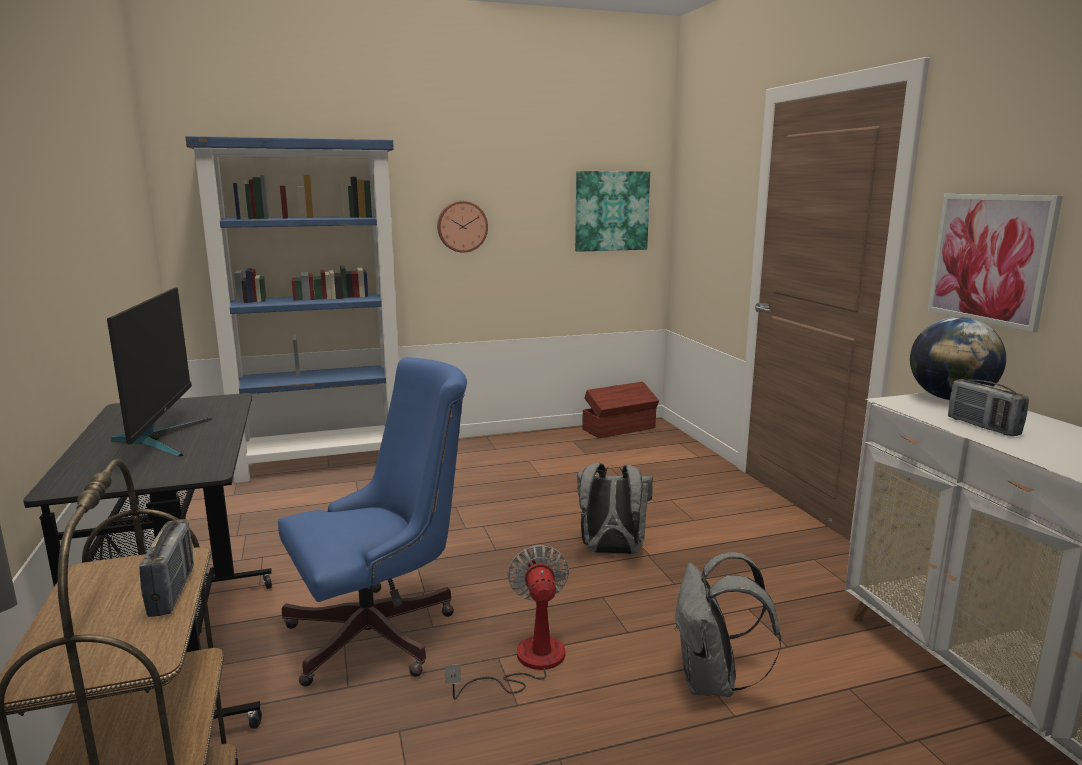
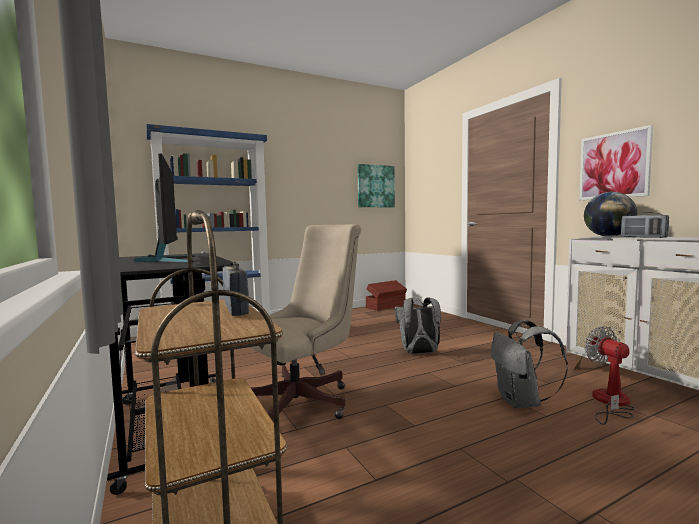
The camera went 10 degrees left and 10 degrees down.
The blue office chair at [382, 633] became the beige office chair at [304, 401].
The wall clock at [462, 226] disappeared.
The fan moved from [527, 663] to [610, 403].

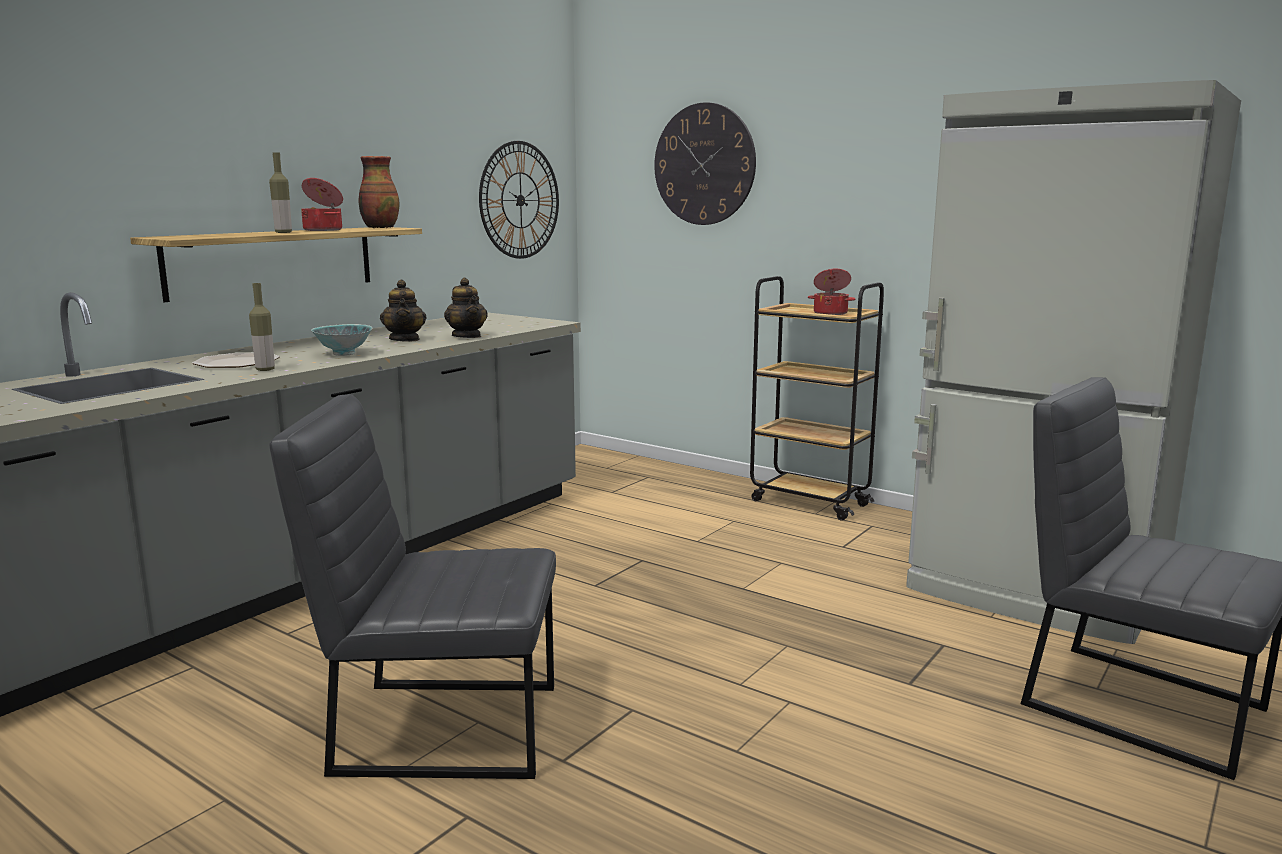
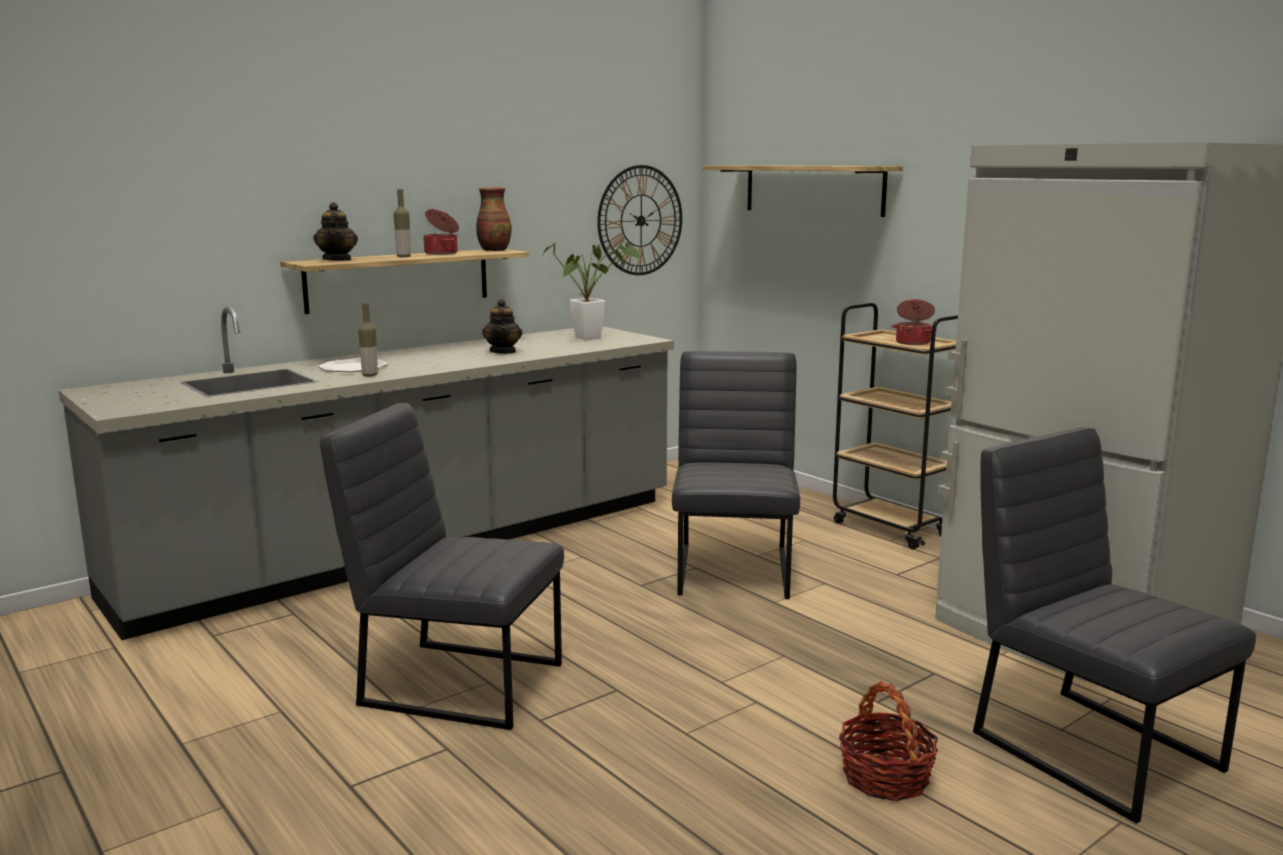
The camera went 15 degrees right and 0 degrees up.
The bowl at [343, 354] disappeared.
The teapot moved from [467, 336] to [337, 260].
The wall clock at [704, 164] was replaced by the shelf at [813, 189].
The potted plant at [593, 337] appeared.
The grey chair at [734, 569] appeared.
The basket at [885, 777] appeared.

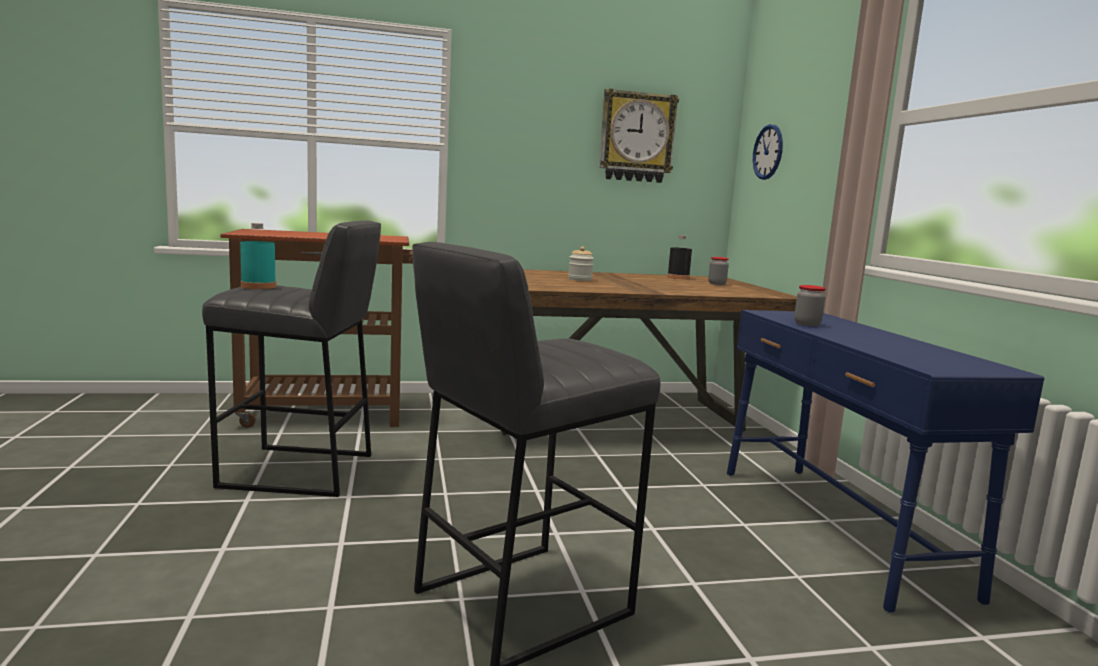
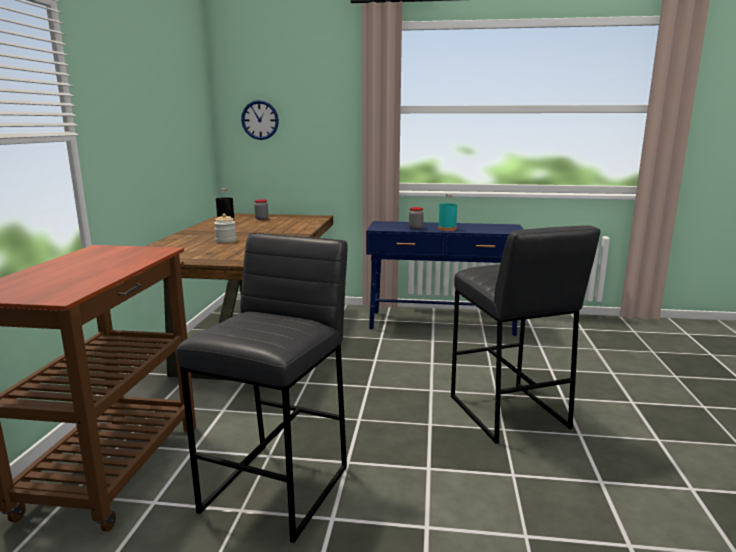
The camera went 70 degrees left and 5 degrees up.
The turquoise bottle moved from [258, 286] to [447, 229].
The wall clock at [636, 137] disappeared.

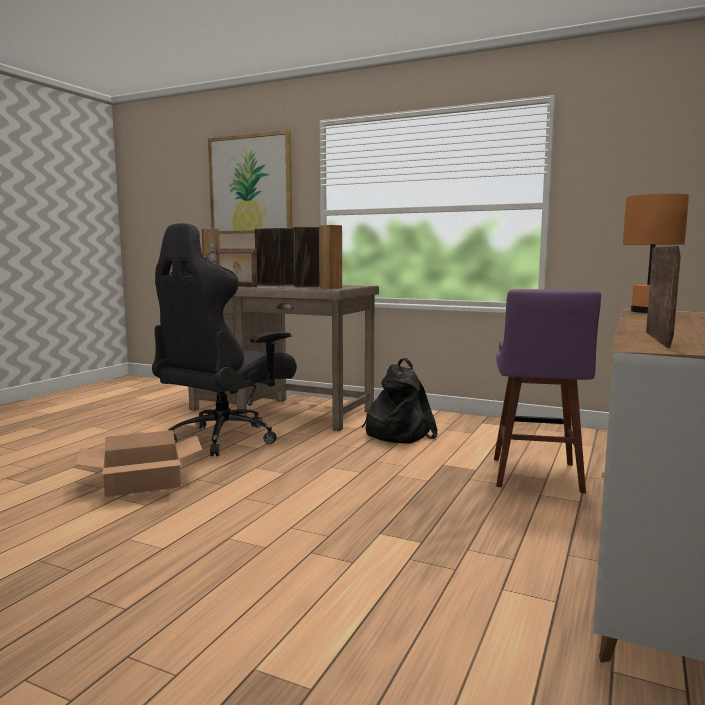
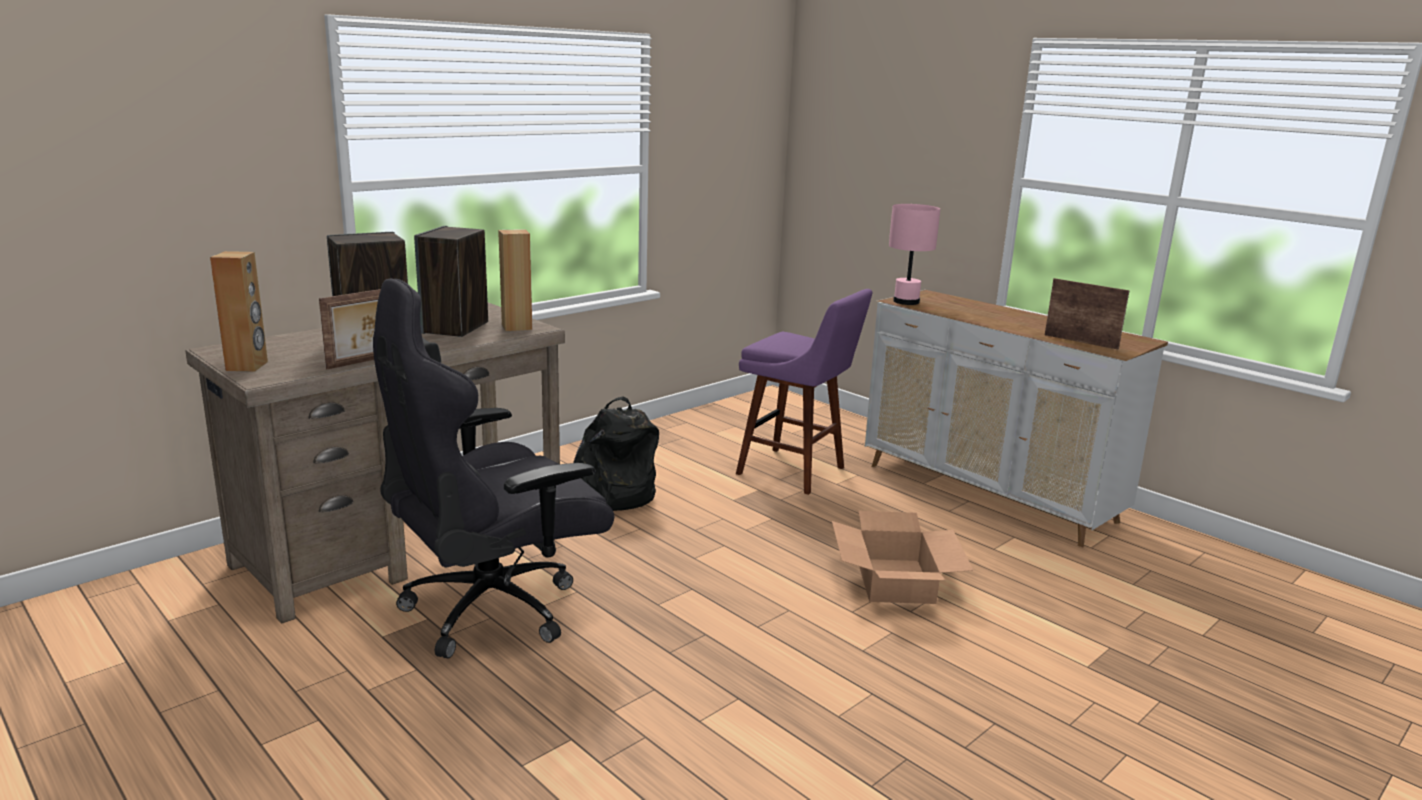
The camera went 70 degrees left and 10 degrees up.
The cardboard box moved from [143, 482] to [895, 581].
The black office chair at [228, 437] turned 90 degrees clockwise.
The picture at [250, 185] disappeared.
The orange table lamp at [647, 311] became the pink table lamp at [905, 301].

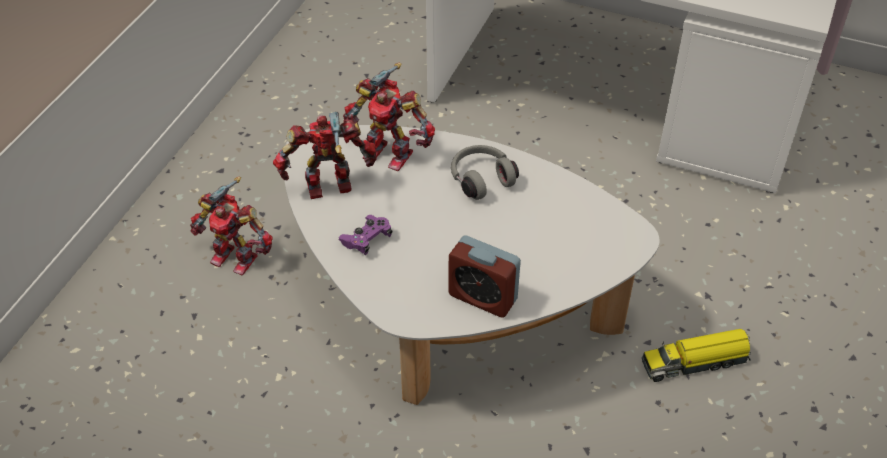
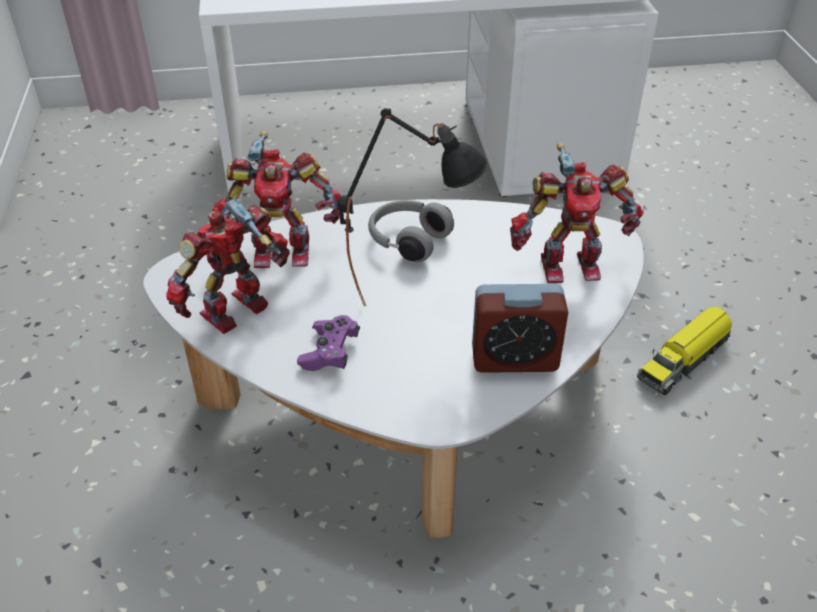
The camera went 30 degrees left and 5 degrees down.
The toy robot moved from [236, 257] to [568, 265].
The black table lamp at [411, 294] appeared.

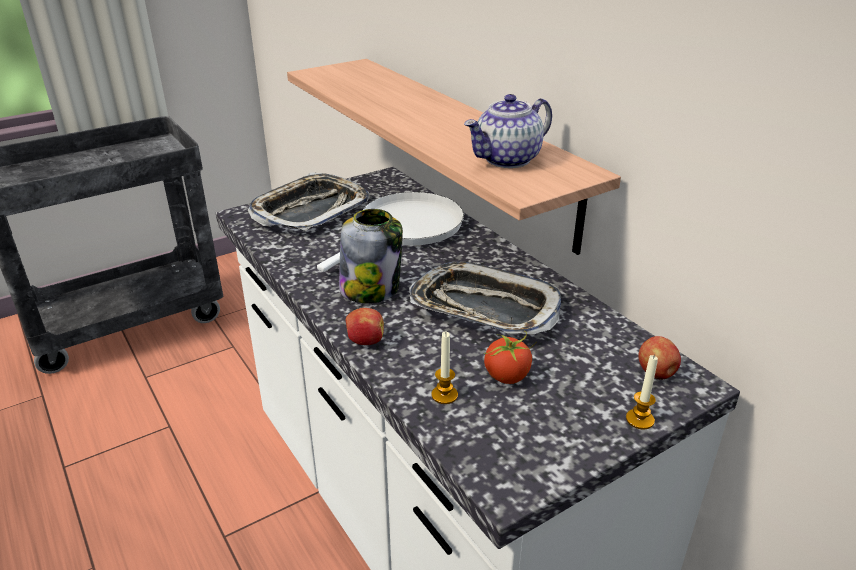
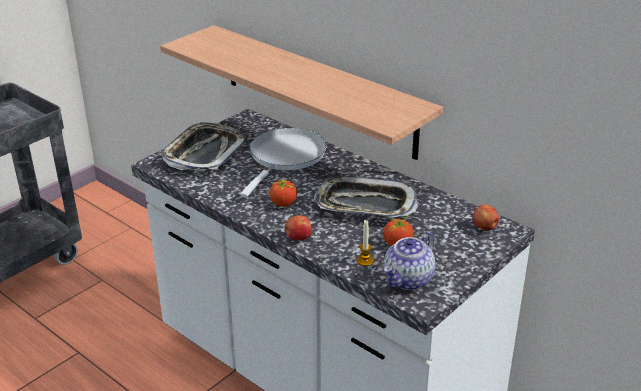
The camera went 15 degrees left and 0 degrees up.
The jar at [371, 289] was replaced by the tomato at [283, 204].
The teapot moved from [507, 160] to [408, 280].
The candle at [640, 419] disappeared.

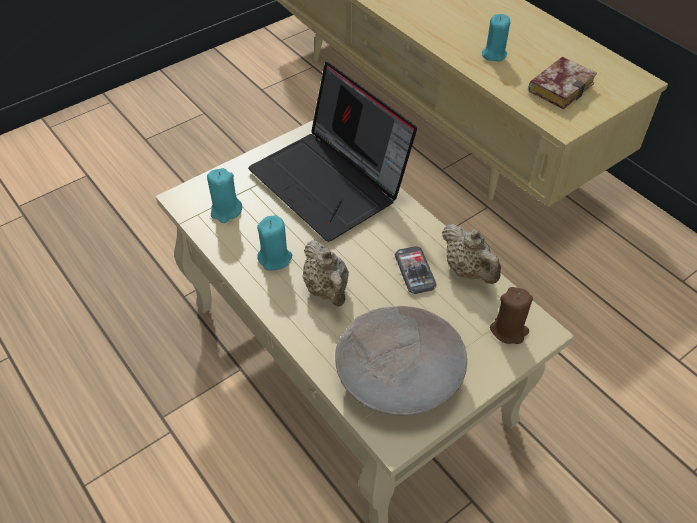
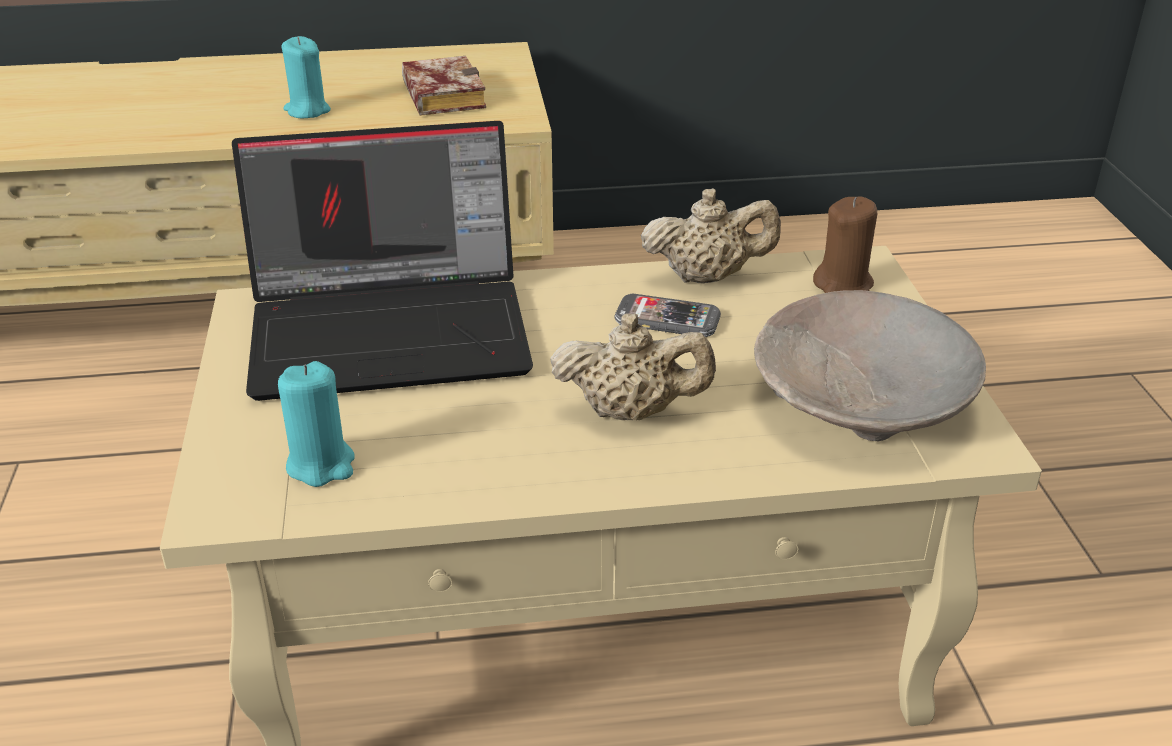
The camera went 60 degrees left and 15 degrees down.
The turquoise candle at [275, 258] disappeared.

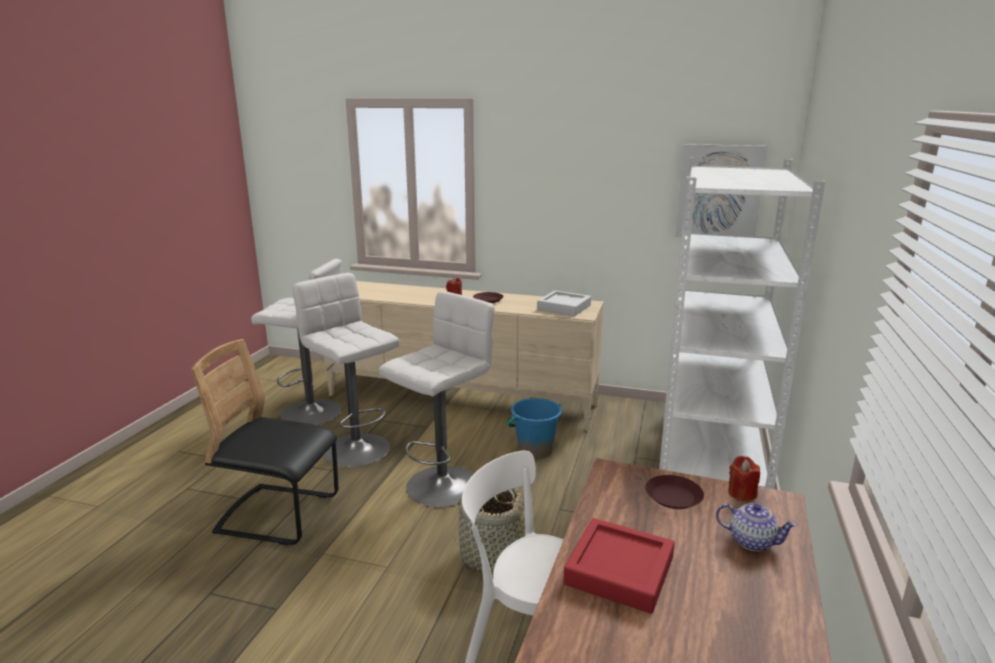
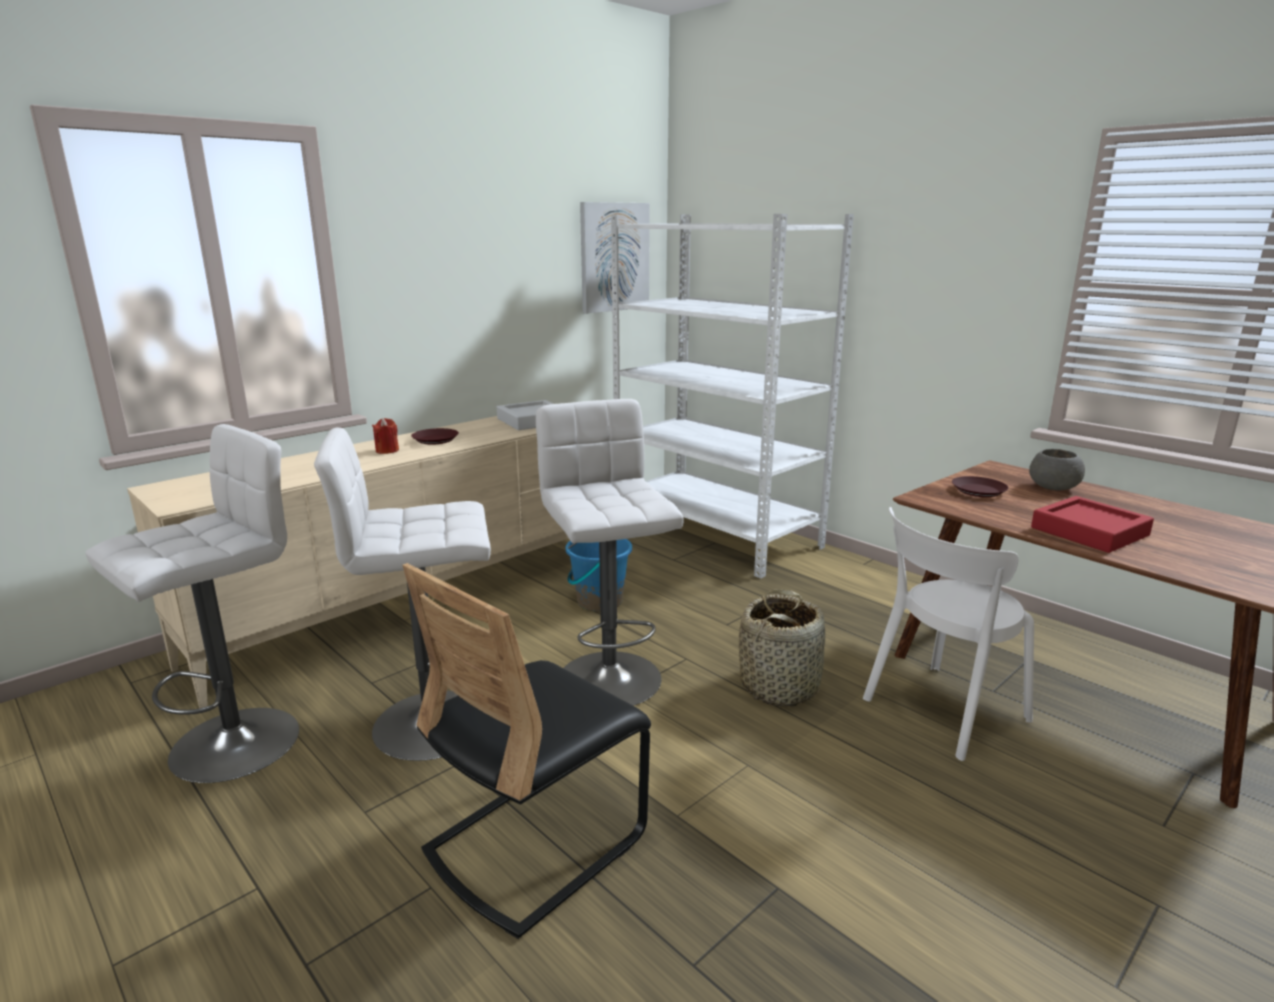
The camera went 60 degrees left and 0 degrees up.
The teapot at [751, 541] was replaced by the grey bowl at [1052, 487].
The red candle at [741, 493] disappeared.

